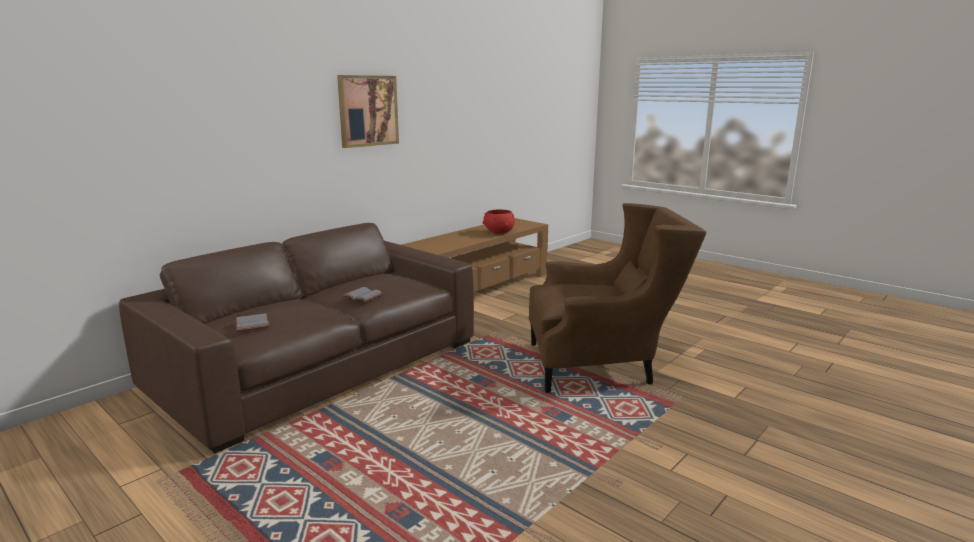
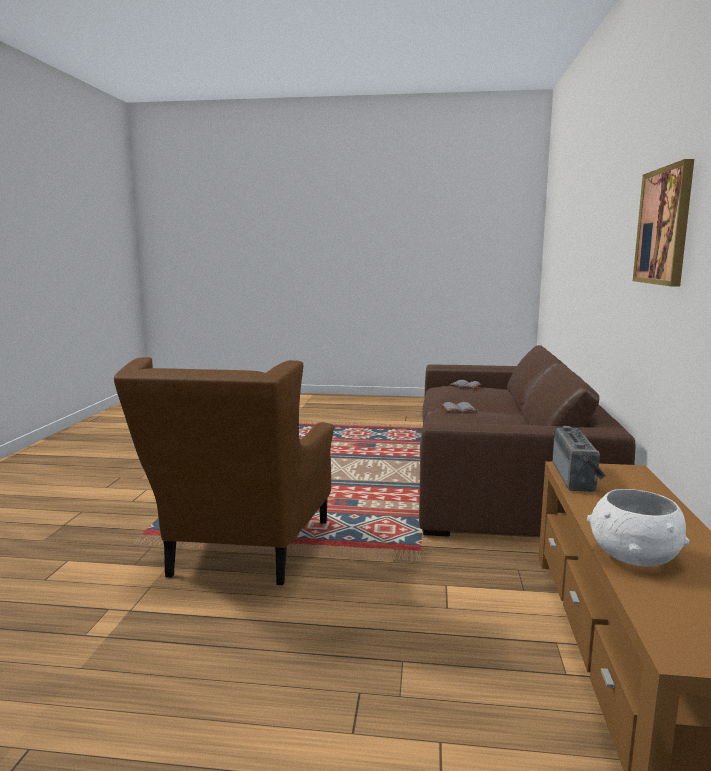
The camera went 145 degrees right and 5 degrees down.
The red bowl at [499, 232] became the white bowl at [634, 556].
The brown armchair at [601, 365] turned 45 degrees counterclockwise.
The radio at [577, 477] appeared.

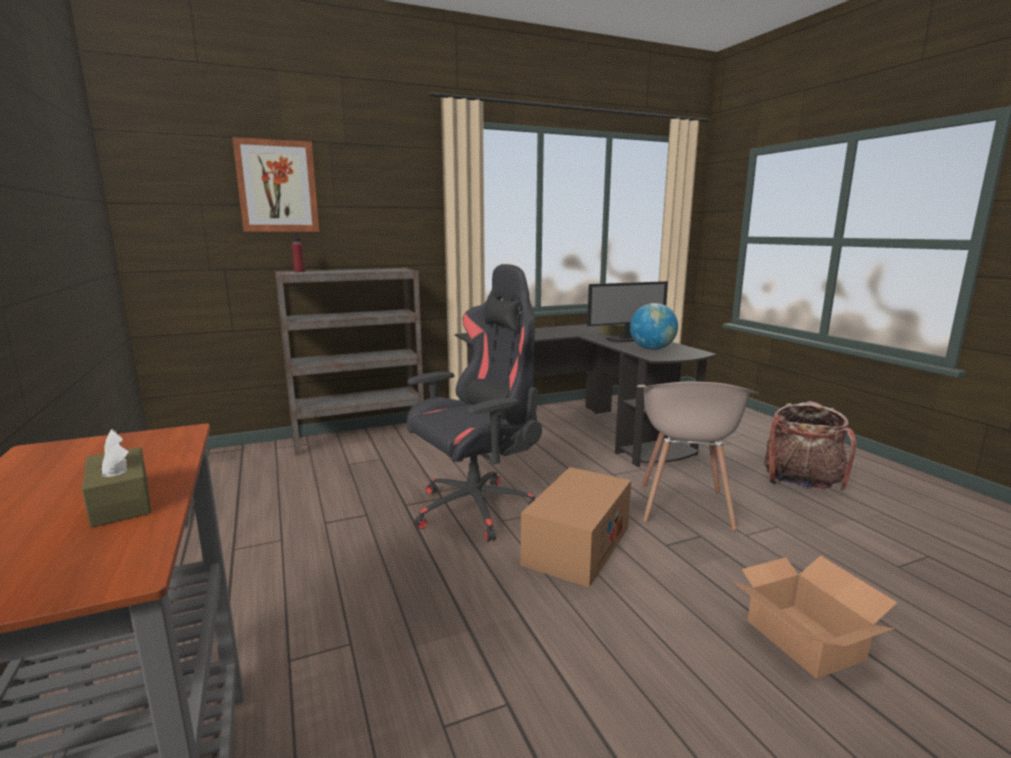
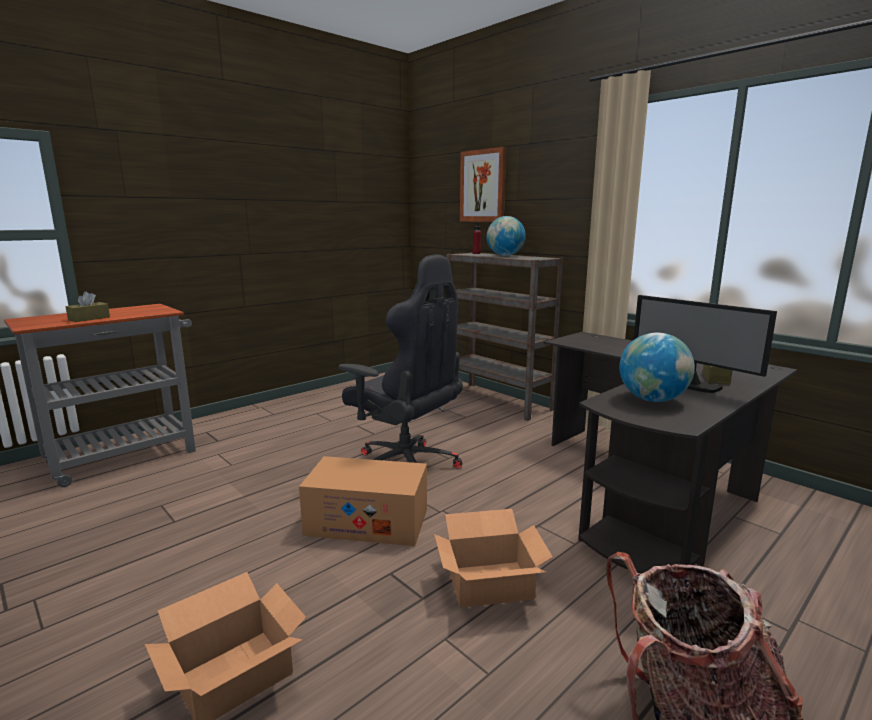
The camera went 70 degrees right and 0 degrees up.
The beige chair at [684, 507] was replaced by the cardboard box at [489, 583].
The globe at [505, 255] appeared.

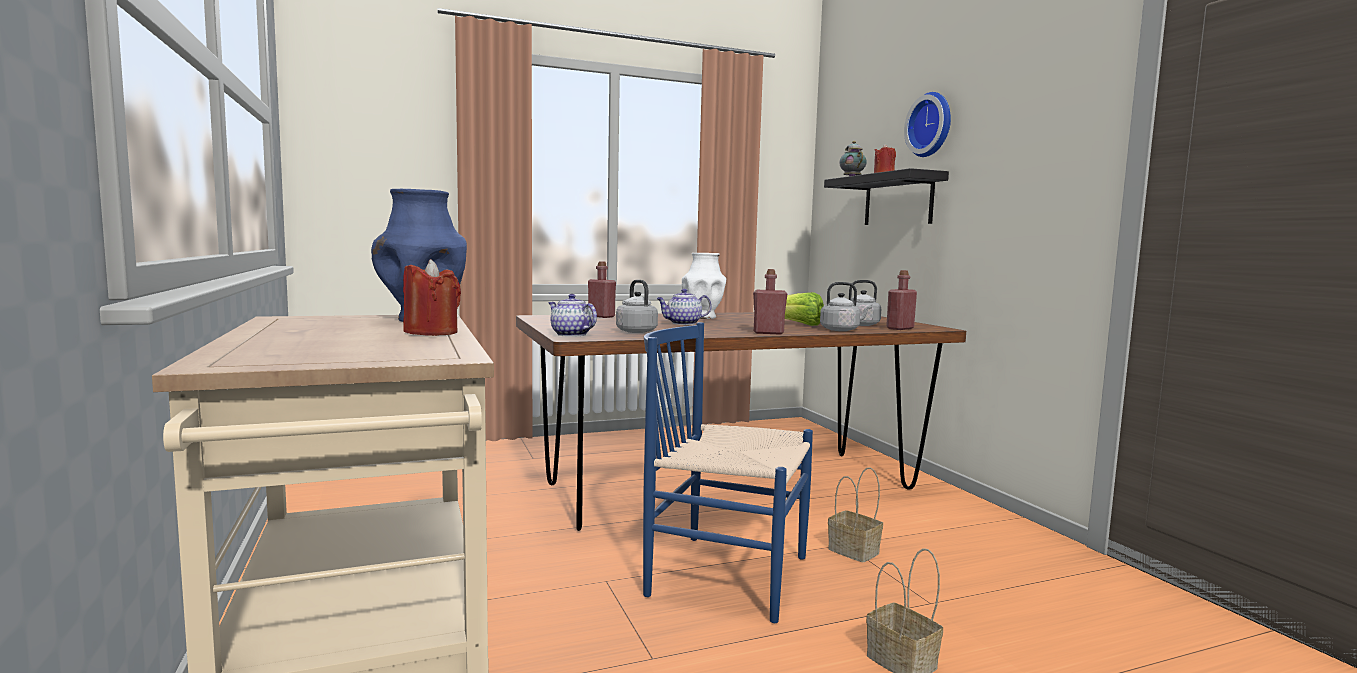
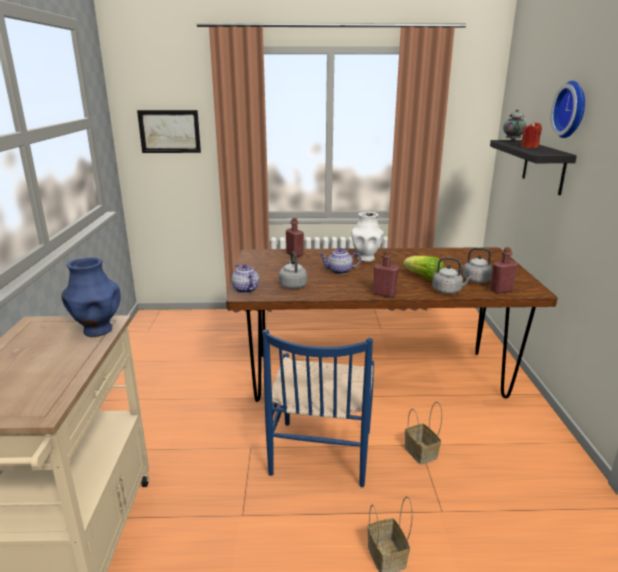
The camera went 20 degrees right and 15 degrees up.
The red candle at [431, 332] disappeared.
The blue chair at [721, 574] turned 120 degrees counterclockwise.
The picture at [169, 131] appeared.

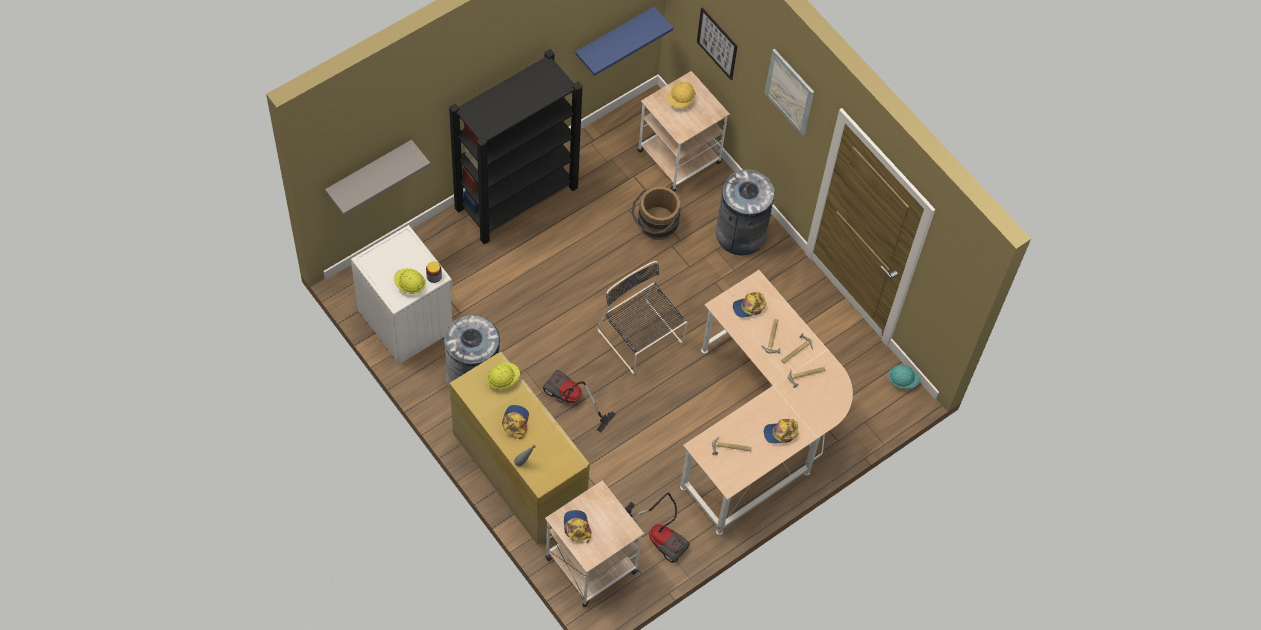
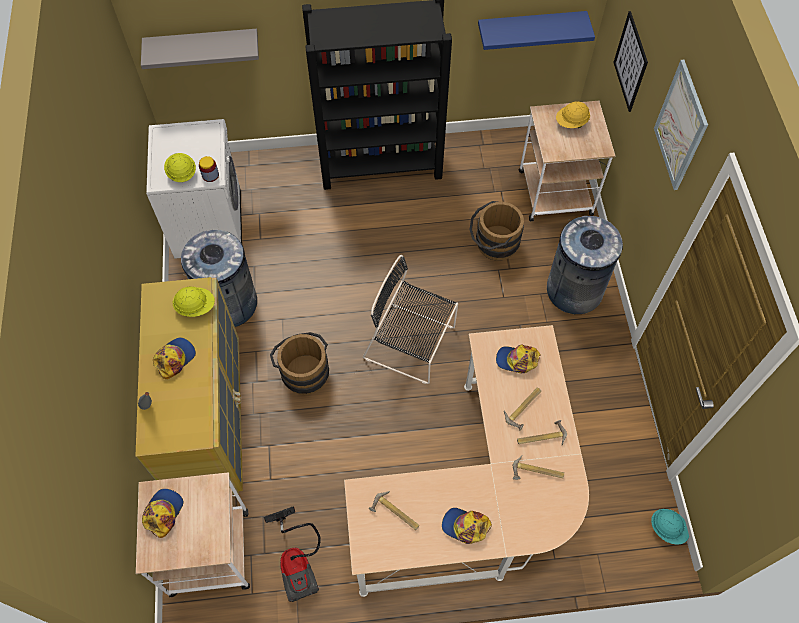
The camera went 35 degrees right and 0 degrees up.
The vacuum cleaner at [570, 401] was replaced by the brown bucket at [303, 371].
The black chair at [641, 338] turned 60 degrees counterclockwise.

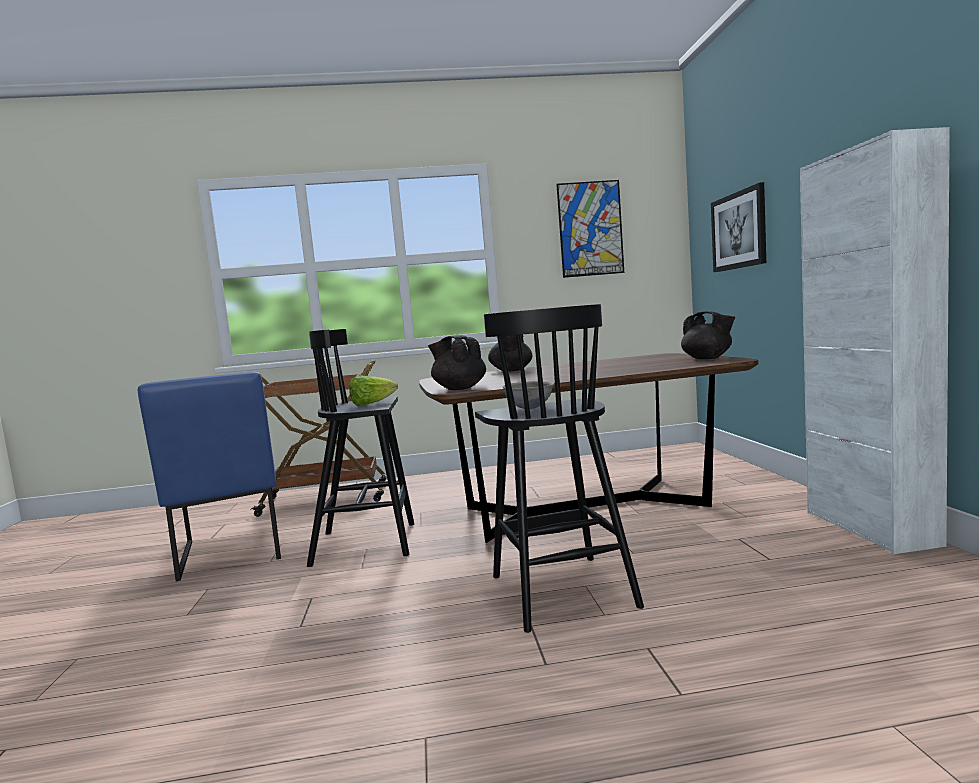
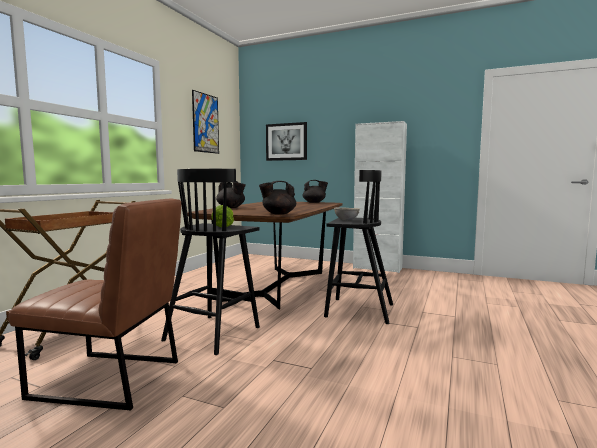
The camera went 60 degrees left and 0 degrees up.
The blue chair at [230, 552] became the brown chair at [110, 380].

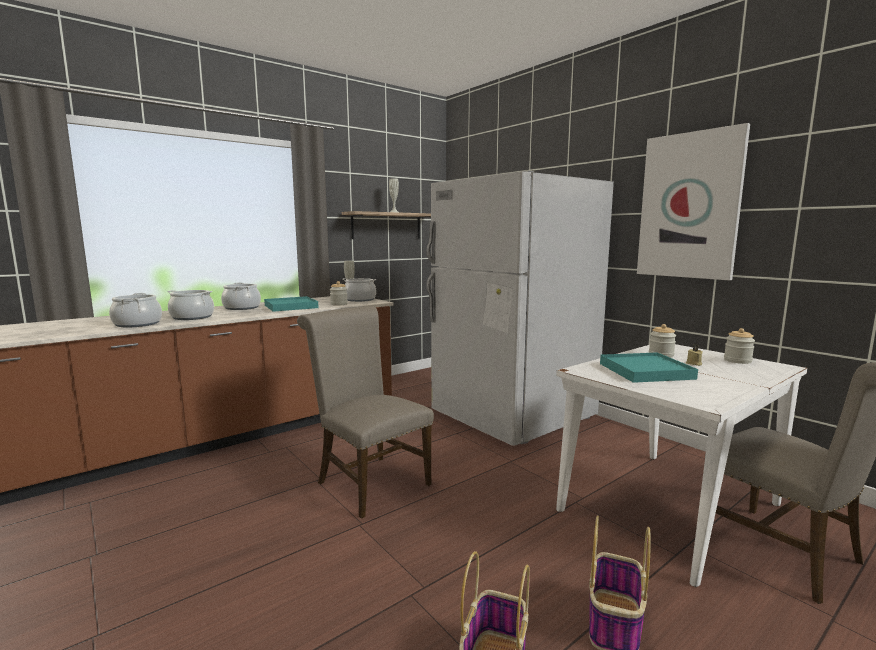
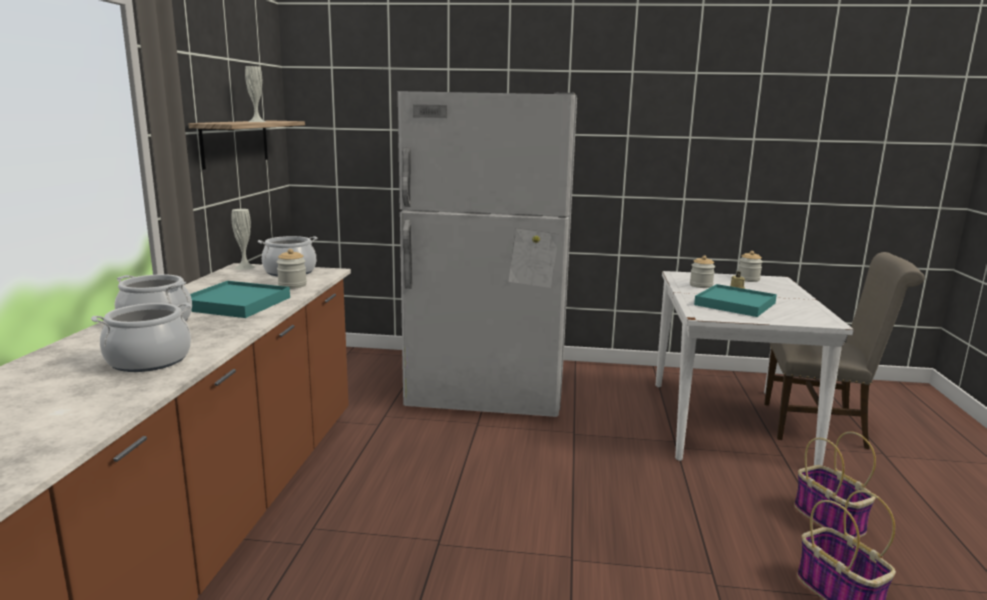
The camera went 45 degrees left and 5 degrees up.
The cooking pot at [138, 324] disappeared.
The beige chair at [369, 481] disappeared.
The picture at [689, 206] disappeared.

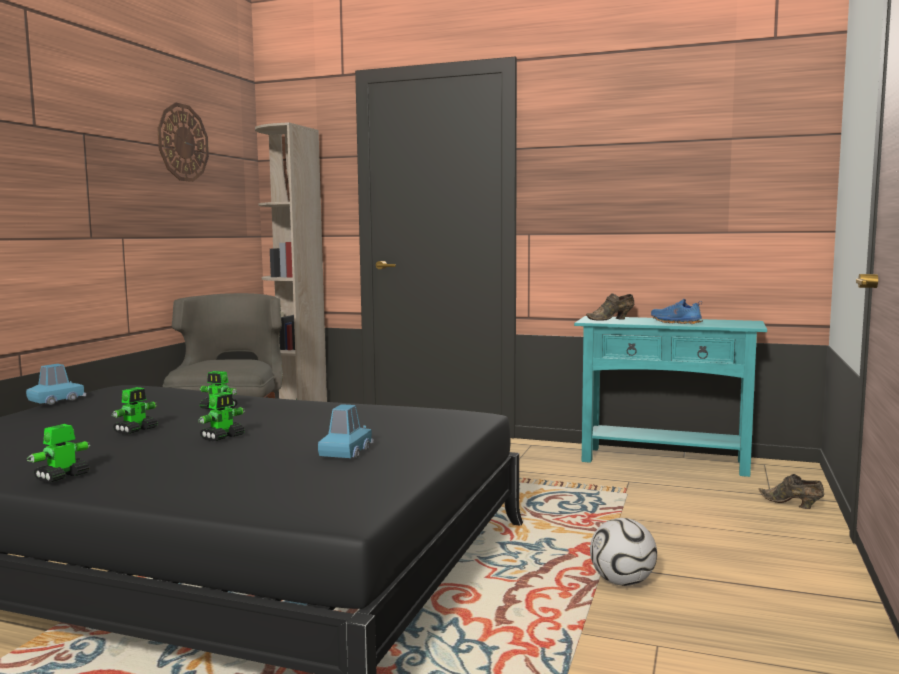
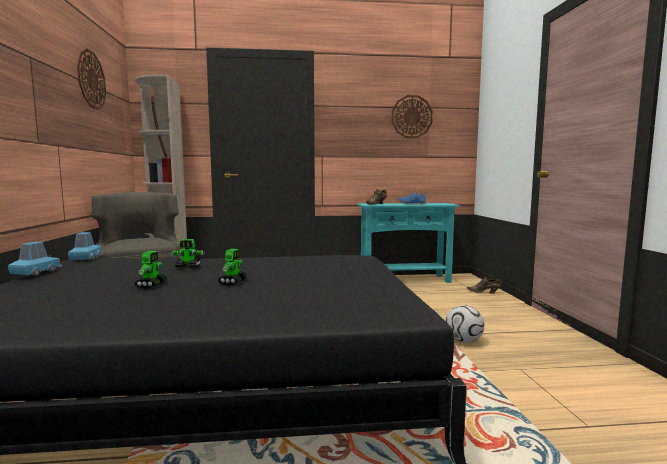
The camera went 25 degrees left and 0 degrees up.
The toy robot at [61, 477] disappeared.
The blue toy car moved from [346, 452] to [86, 258].
The wall clock at [411, 117] appeared.

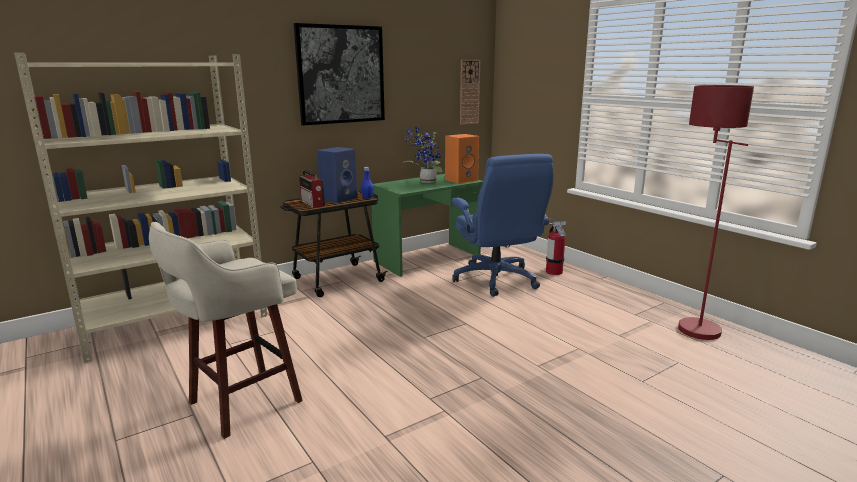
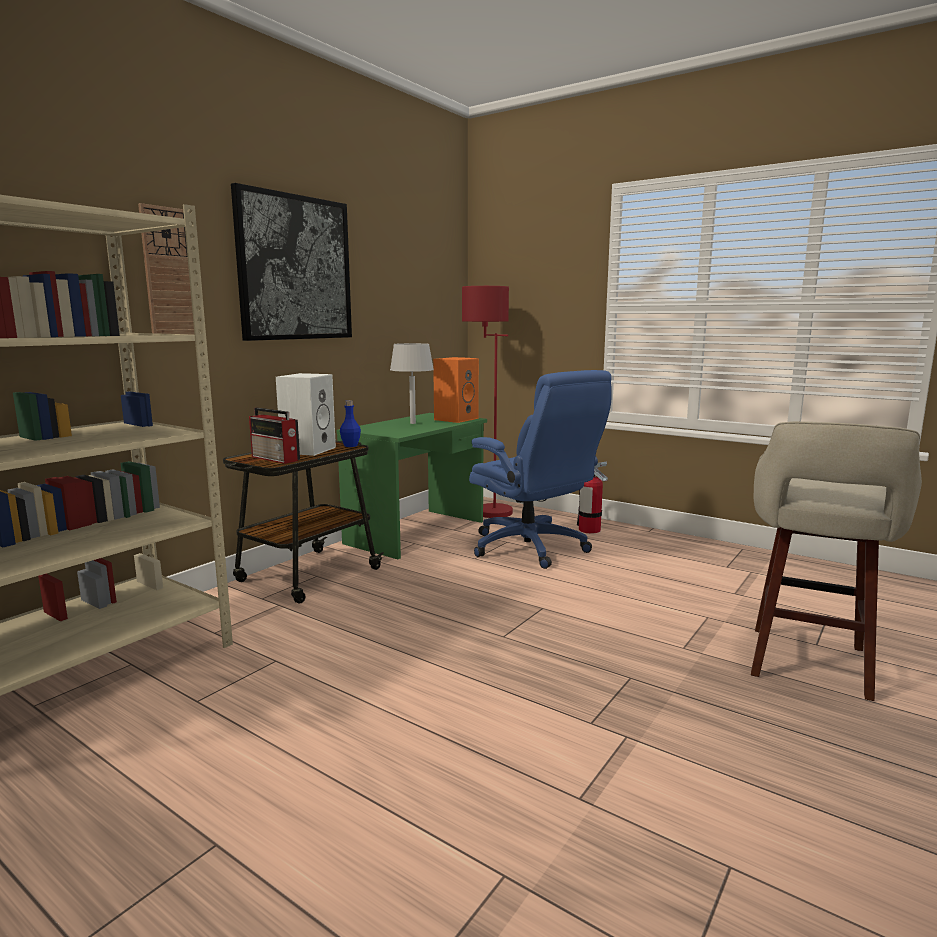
The camera went 20 degrees left and 5 degrees down.
The beige stool moved from [240, 404] to [807, 665].
The blue speaker at [339, 198] became the white speaker at [308, 450].
The potted plant at [426, 182] was replaced by the grey table lamp at [412, 423].
The wall clock moved from [469, 92] to [169, 275].
The red floor lamp moved from [690, 325] to [487, 510].

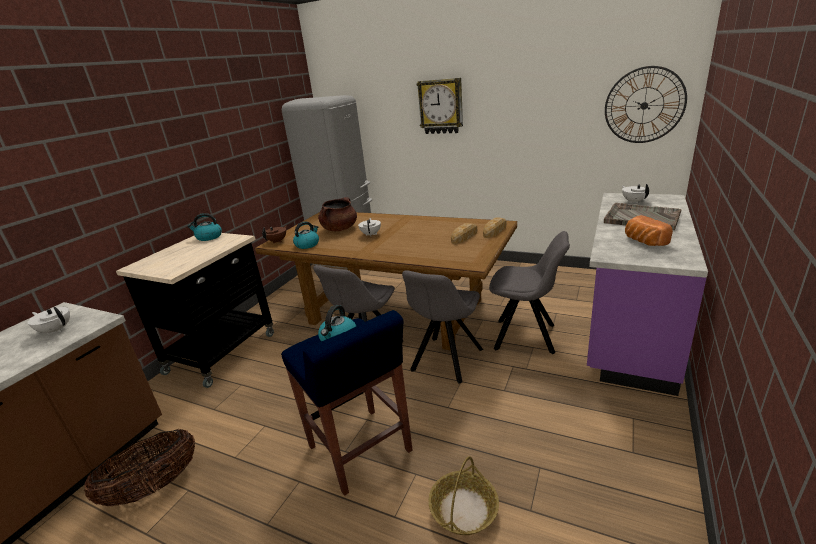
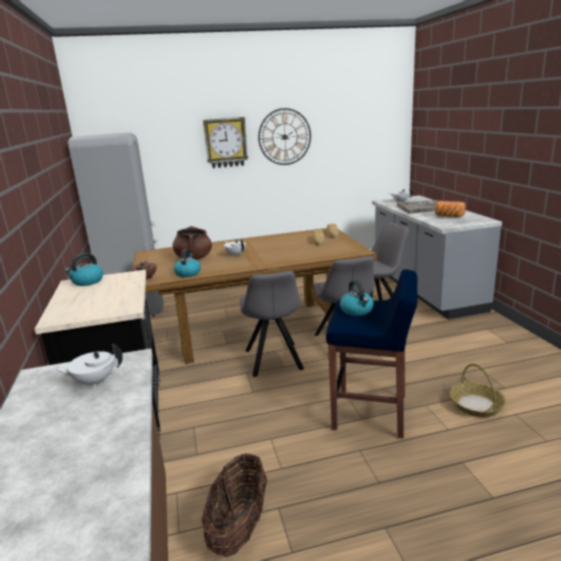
The camera went 40 degrees left and 5 degrees down.
The purple counter at [628, 329] became the grey counter at [424, 290].
The wall clock moved from [644, 105] to [284, 137].

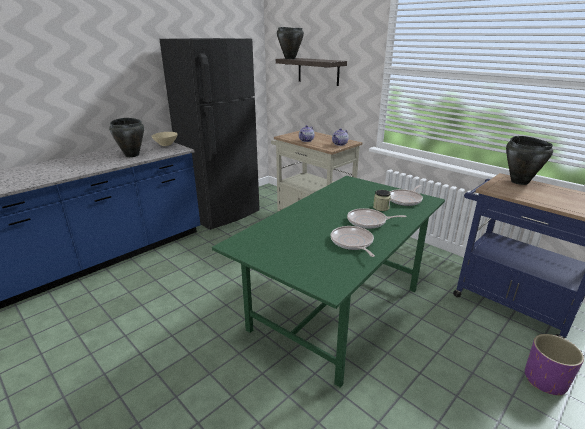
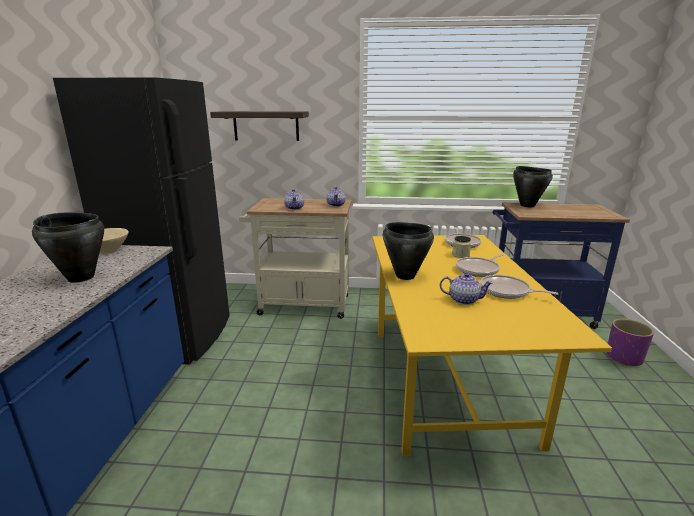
The camera went 40 degrees left and 5 degrees down.
The green dining table at [336, 307] became the yellow dining table at [444, 380].
The black cooking pot moved from [290, 58] to [405, 276].
The teapot at [463, 300] appeared.

